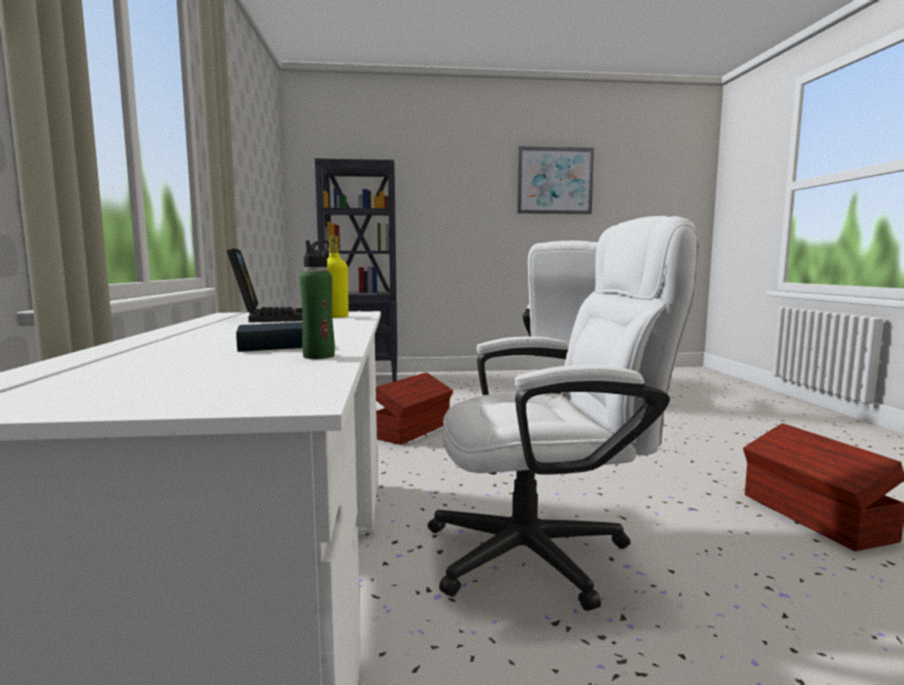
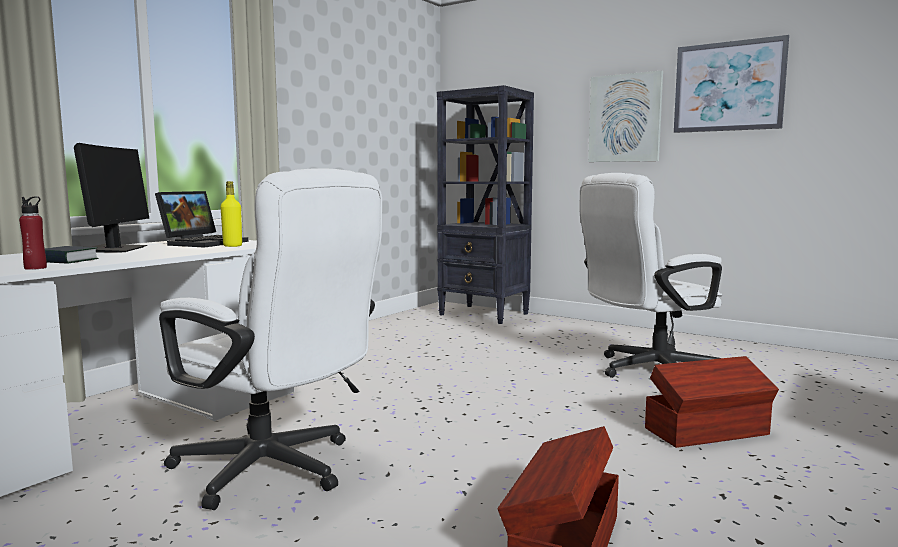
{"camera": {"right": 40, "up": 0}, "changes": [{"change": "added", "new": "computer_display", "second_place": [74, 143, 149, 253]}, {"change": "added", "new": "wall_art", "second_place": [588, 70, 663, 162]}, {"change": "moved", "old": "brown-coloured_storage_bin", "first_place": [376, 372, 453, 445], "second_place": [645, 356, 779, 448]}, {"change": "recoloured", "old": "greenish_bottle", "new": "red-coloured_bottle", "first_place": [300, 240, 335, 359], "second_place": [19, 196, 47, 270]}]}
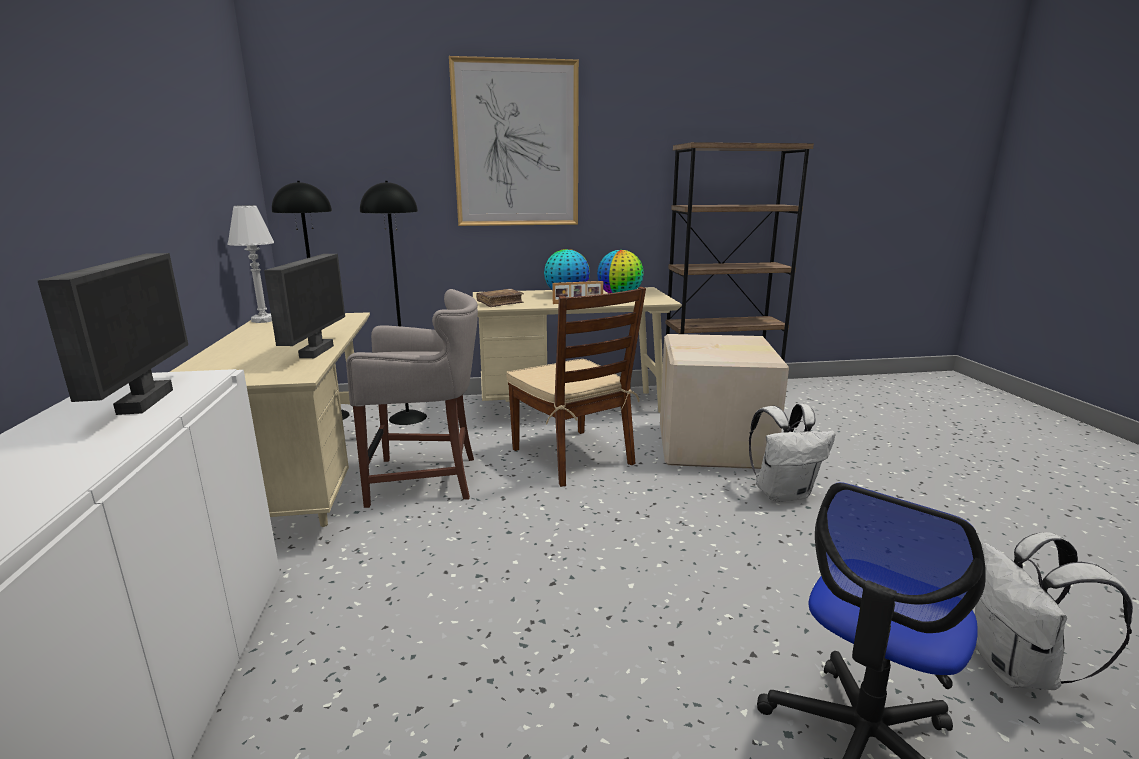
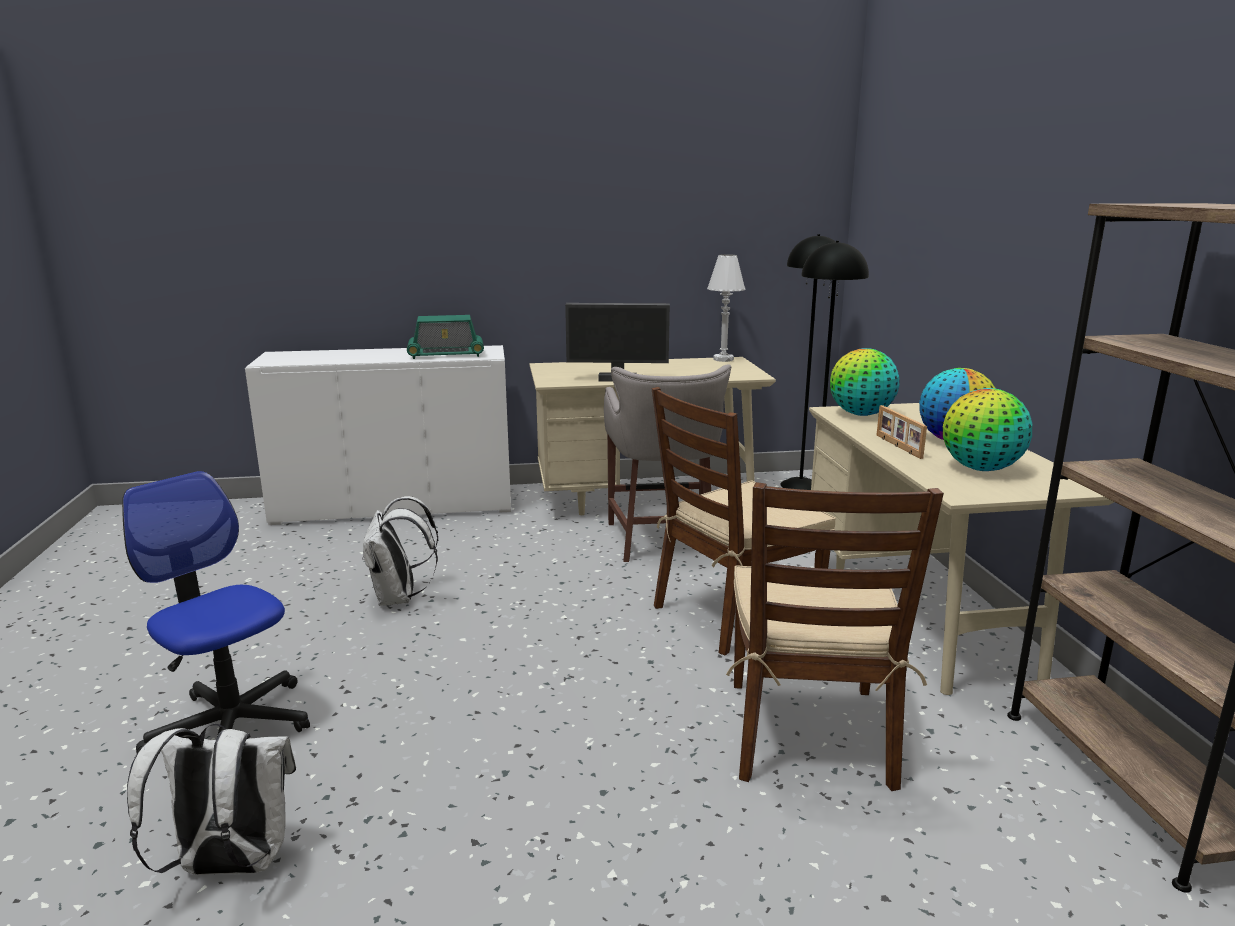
{"camera": {"right": 90, "up": 0}, "changes": [{"change": "removed", "old": "wall_art", "first_place": [449, 56, 579, 226]}, {"change": "moved", "old": "white_rucksack", "first_place": [749, 404, 836, 502], "second_place": [362, 496, 438, 606]}, {"change": "replaced", "old": "computer_display", "new": "radio_set", "first_place": [37, 253, 188, 415], "second_place": [407, 315, 484, 359]}, {"change": "replaced", "old": "brown-coloured_volume", "new": "globe", "first_place": [476, 289, 524, 307], "second_place": [830, 348, 900, 416]}, {"change": "replaced", "old": "cardboard_box", "new": "brown-coloured_upright_chair", "first_place": [660, 334, 789, 469], "second_place": [726, 482, 944, 791]}]}
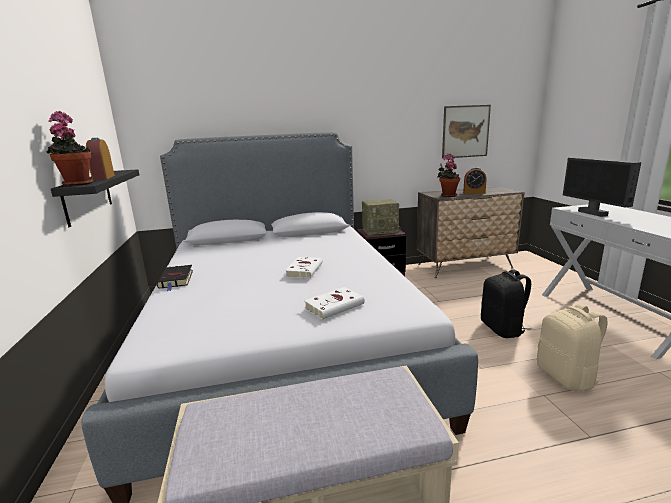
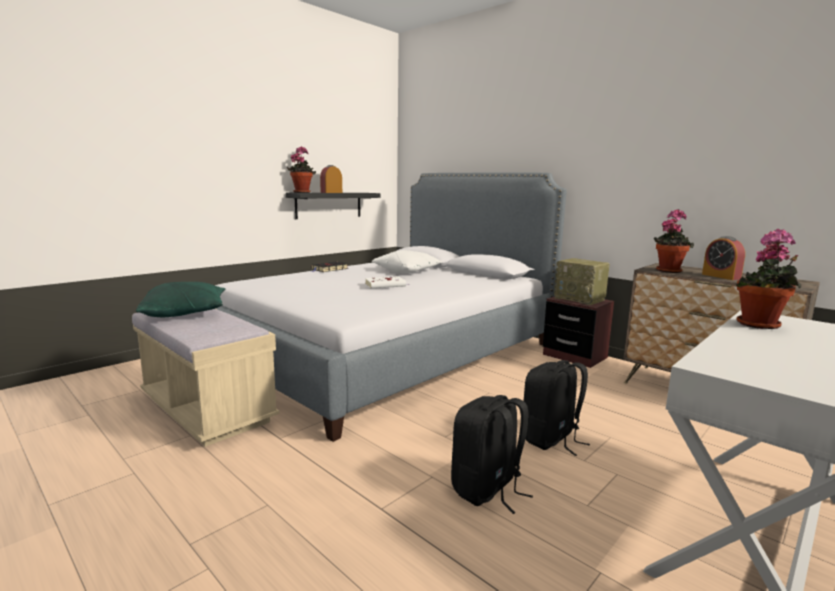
{"camera": {"right": 55, "up": -5}, "changes": [{"change": "removed", "old": "white_volume", "first_place": [304, 287, 365, 320]}, {"change": "removed", "old": "wall_art", "first_place": [442, 105, 491, 159]}, {"change": "added", "new": "greenish_cushion", "second_place": [136, 282, 225, 317]}, {"change": "added", "new": "white_cushion", "second_place": [372, 250, 443, 273]}, {"change": "replaced", "old": "computer_display", "new": "houseplant", "first_place": [563, 157, 641, 217], "second_place": [736, 229, 802, 329]}, {"change": "recoloured", "old": "sand-coloured_rucksack", "new": "black_rucksack", "first_place": [537, 303, 608, 392], "second_place": [451, 395, 533, 514]}]}
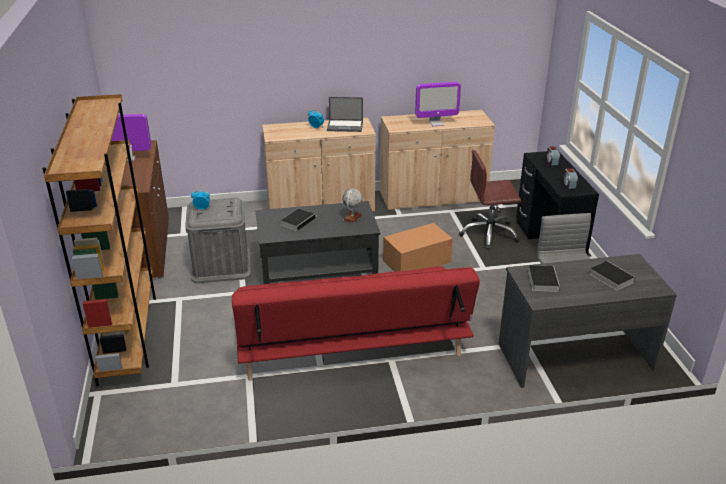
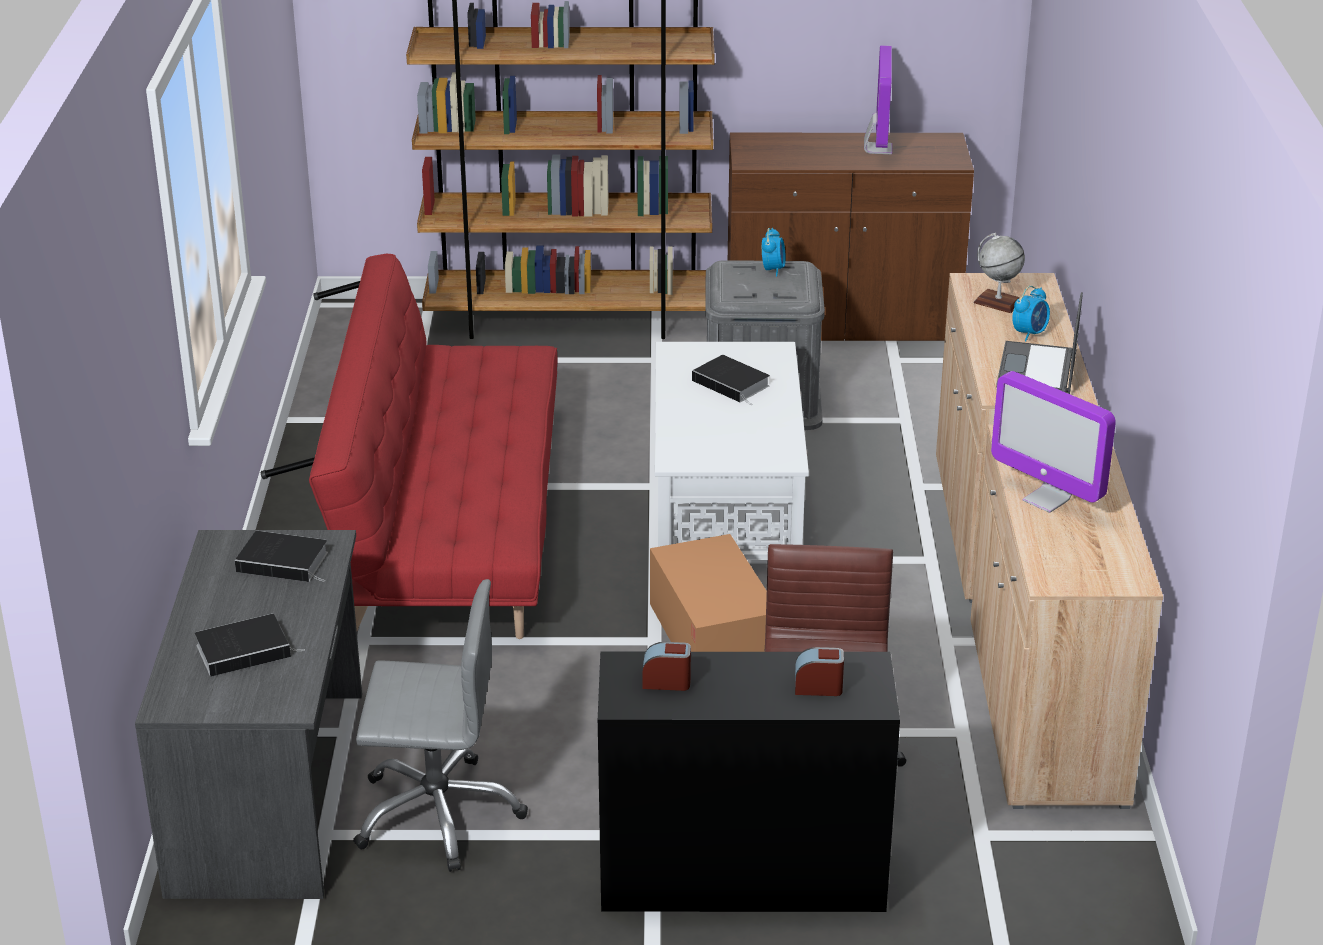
{"camera": {"right": 100, "up": 0}, "changes": [{"change": "moved", "old": "globe", "first_place": [342, 189, 362, 223], "second_place": [973, 233, 1025, 313]}, {"change": "recoloured", "old": "black_low_table", "new": "white_low_table", "first_place": [255, 201, 380, 284], "second_place": [655, 342, 809, 560]}, {"change": "turned", "old": "computer_display", "first_place": [415, 82, 461, 126], "second_place": [991, 371, 1116, 513], "degrees": -45}]}
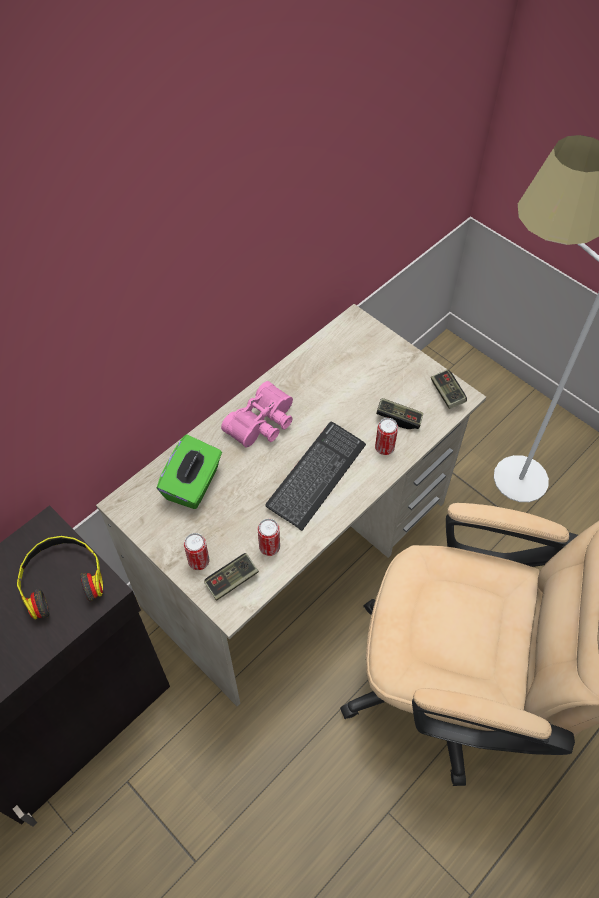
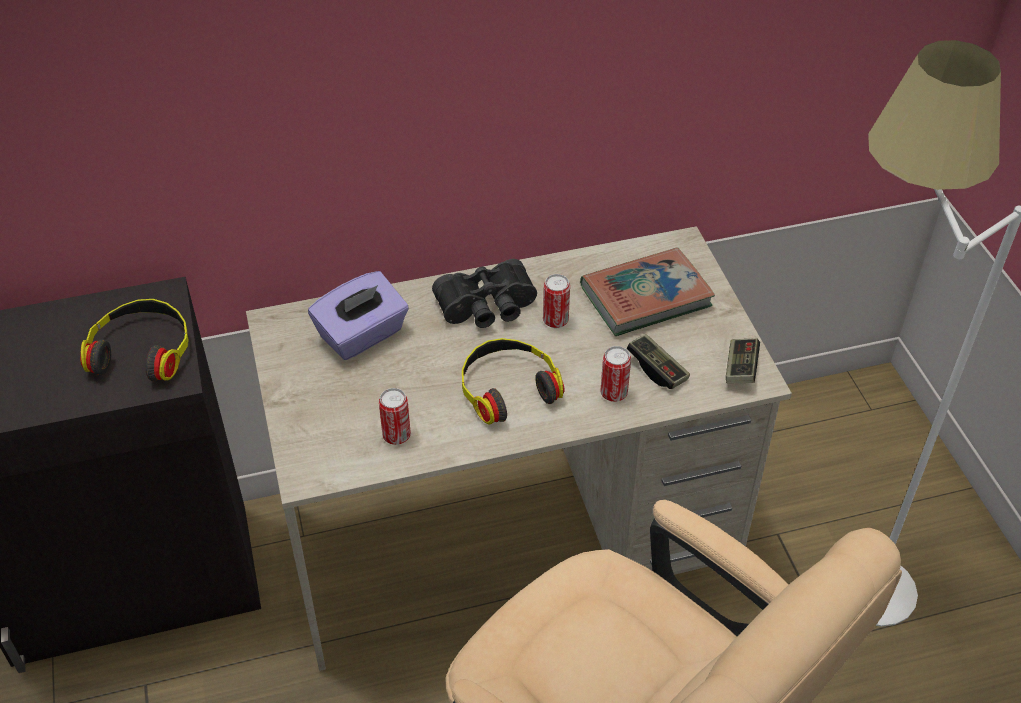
{"camera": {"right": 30, "up": -10}, "changes": [{"change": "removed", "old": "game_controller", "first_place": [204, 553, 259, 601]}, {"change": "added", "new": "volume", "second_place": [580, 247, 715, 336]}, {"change": "moved", "old": "can", "first_place": [184, 533, 209, 570], "second_place": [543, 274, 570, 328]}, {"change": "replaced", "old": "PC_keyboard", "new": "headphones", "first_place": [265, 422, 366, 531], "second_place": [462, 338, 565, 424]}, {"change": "recoloured", "old": "greenish_box_of_tissues", "new": "purple_box_of_tissues", "first_place": [157, 435, 222, 509], "second_place": [308, 271, 409, 360]}, {"change": "recoloured", "old": "pink_pair_of_binoculars", "new": "black_pair_of_binoculars", "first_place": [221, 381, 293, 448], "second_place": [432, 259, 537, 328]}]}
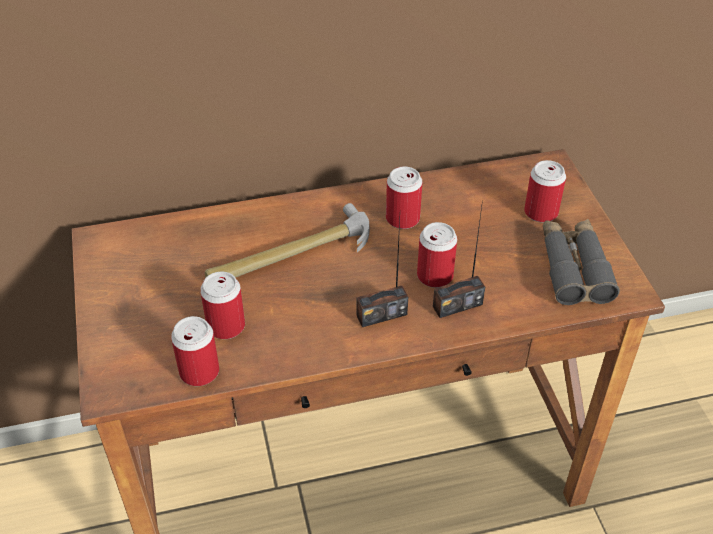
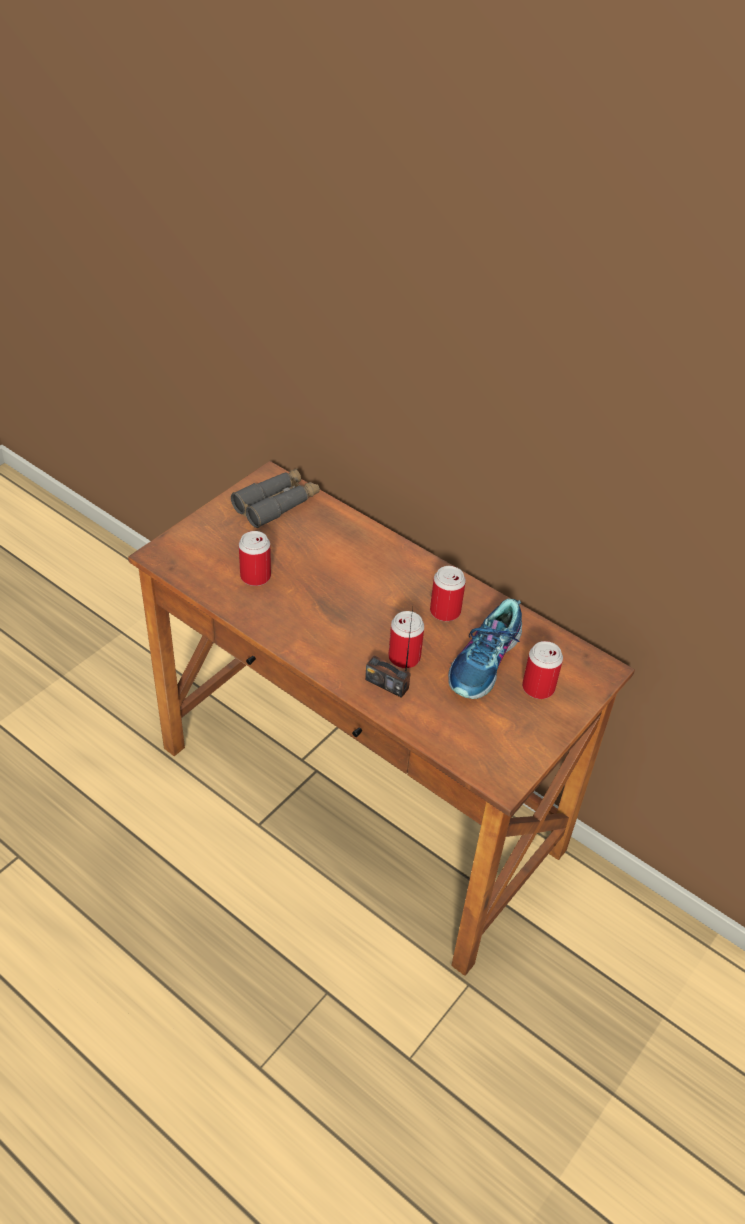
{"camera": {"right": 50, "up": 0}, "changes": [{"change": "removed", "old": "can", "first_place": [171, 316, 219, 386]}, {"change": "removed", "old": "hammer", "first_place": [205, 203, 369, 278]}, {"change": "removed", "old": "radio_set", "first_place": [357, 219, 408, 327]}, {"change": "added", "new": "low_shoe", "second_place": [448, 599, 522, 699]}, {"change": "moved", "old": "gray_pair_of_binoculars", "first_place": [543, 219, 620, 305], "second_place": [231, 468, 320, 528]}]}
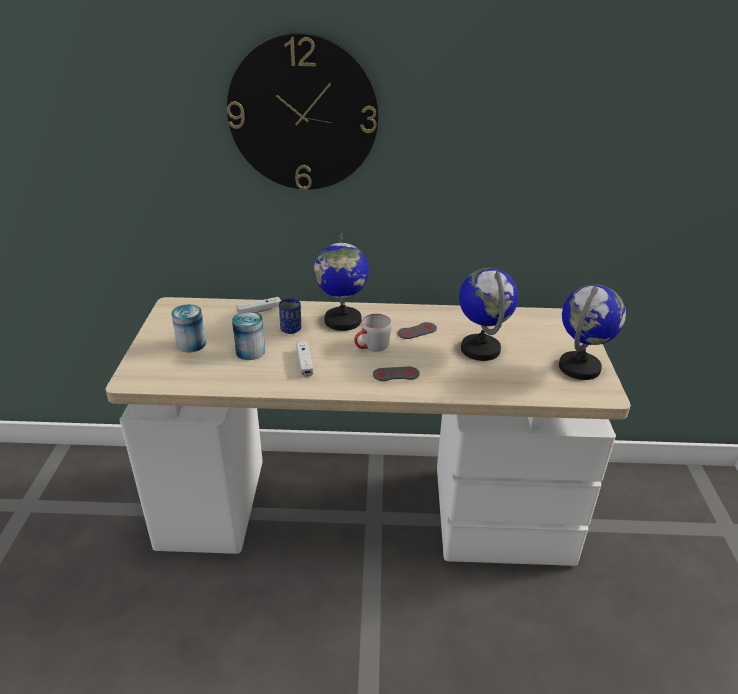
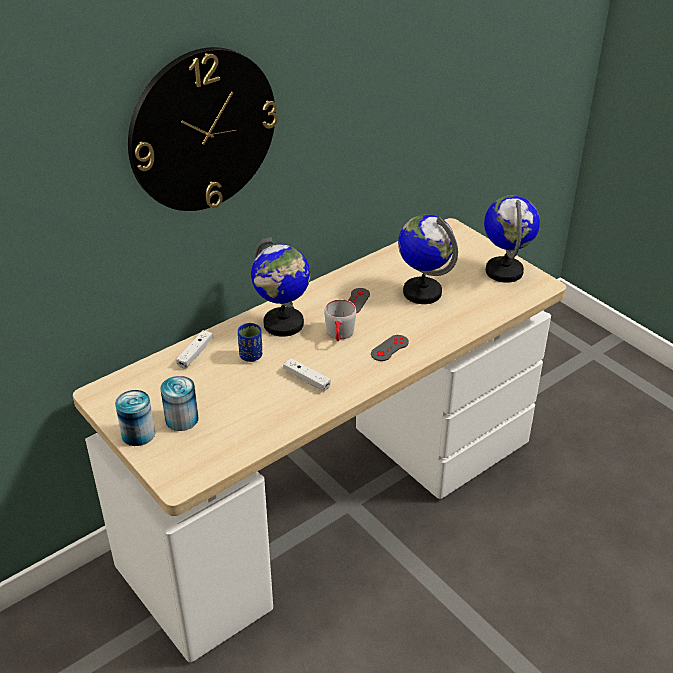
{"camera": {"right": -40, "up": 5}, "changes": [{"change": "moved", "old": "can", "first_place": [232, 311, 265, 360], "second_place": [115, 390, 155, 446]}]}
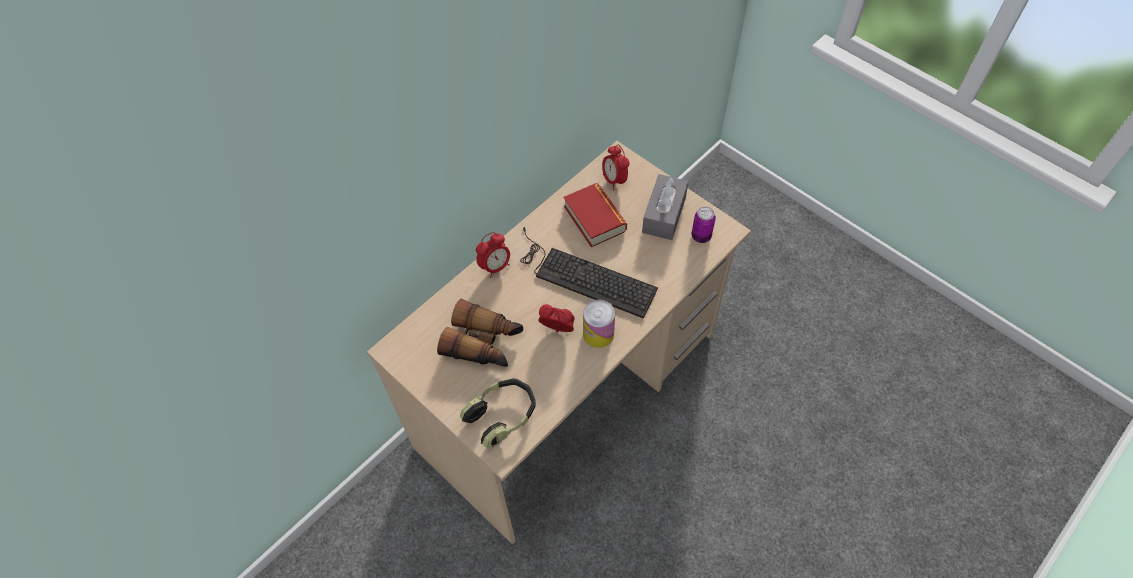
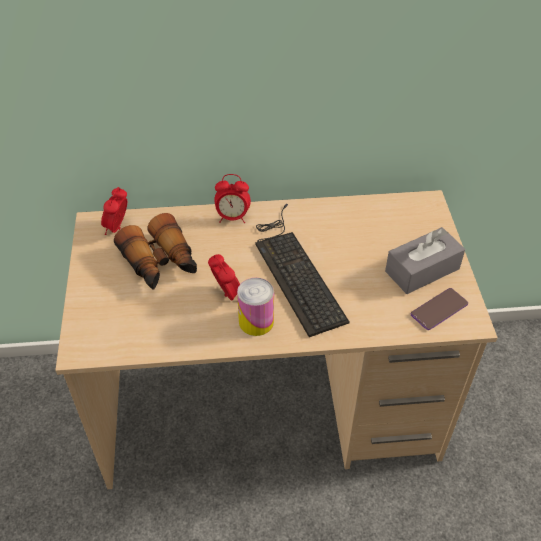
{"camera": {"right": 40, "up": -10}, "changes": [{"change": "removed", "old": "headphones", "first_place": [460, 378, 536, 448]}, {"change": "removed", "old": "volume", "first_place": [564, 183, 627, 247]}, {"change": "moved", "old": "table_clock", "first_place": [602, 145, 629, 190], "second_place": [101, 187, 127, 235]}, {"change": "replaced", "old": "can", "new": "telephone", "first_place": [691, 207, 716, 243], "second_place": [410, 288, 468, 330]}]}
